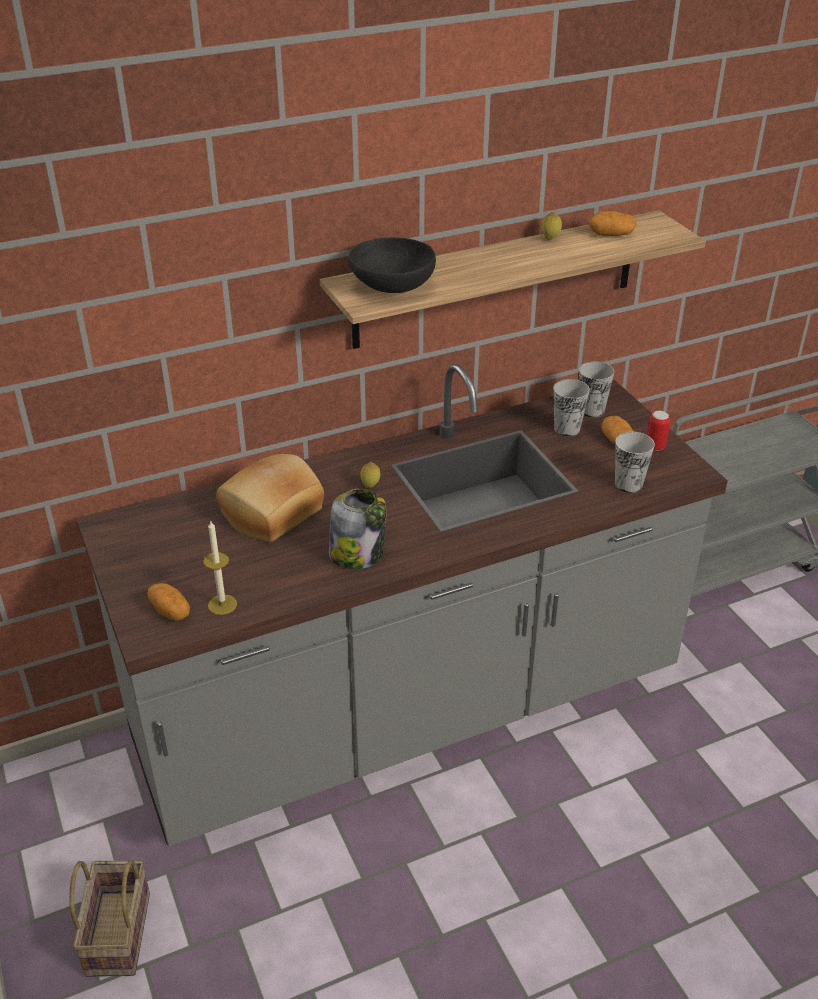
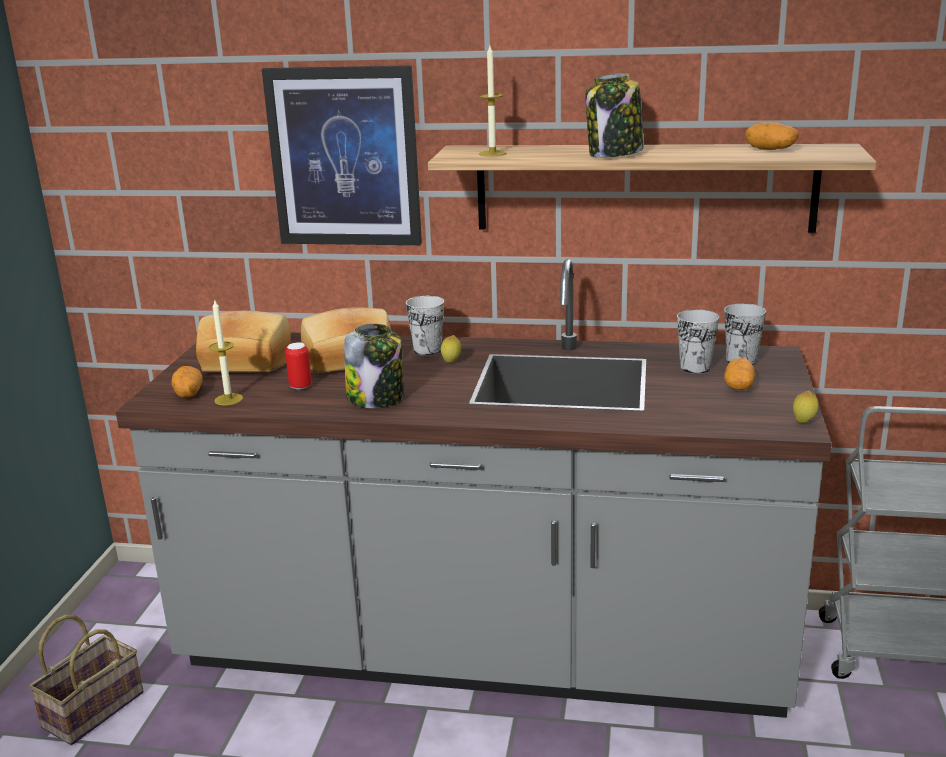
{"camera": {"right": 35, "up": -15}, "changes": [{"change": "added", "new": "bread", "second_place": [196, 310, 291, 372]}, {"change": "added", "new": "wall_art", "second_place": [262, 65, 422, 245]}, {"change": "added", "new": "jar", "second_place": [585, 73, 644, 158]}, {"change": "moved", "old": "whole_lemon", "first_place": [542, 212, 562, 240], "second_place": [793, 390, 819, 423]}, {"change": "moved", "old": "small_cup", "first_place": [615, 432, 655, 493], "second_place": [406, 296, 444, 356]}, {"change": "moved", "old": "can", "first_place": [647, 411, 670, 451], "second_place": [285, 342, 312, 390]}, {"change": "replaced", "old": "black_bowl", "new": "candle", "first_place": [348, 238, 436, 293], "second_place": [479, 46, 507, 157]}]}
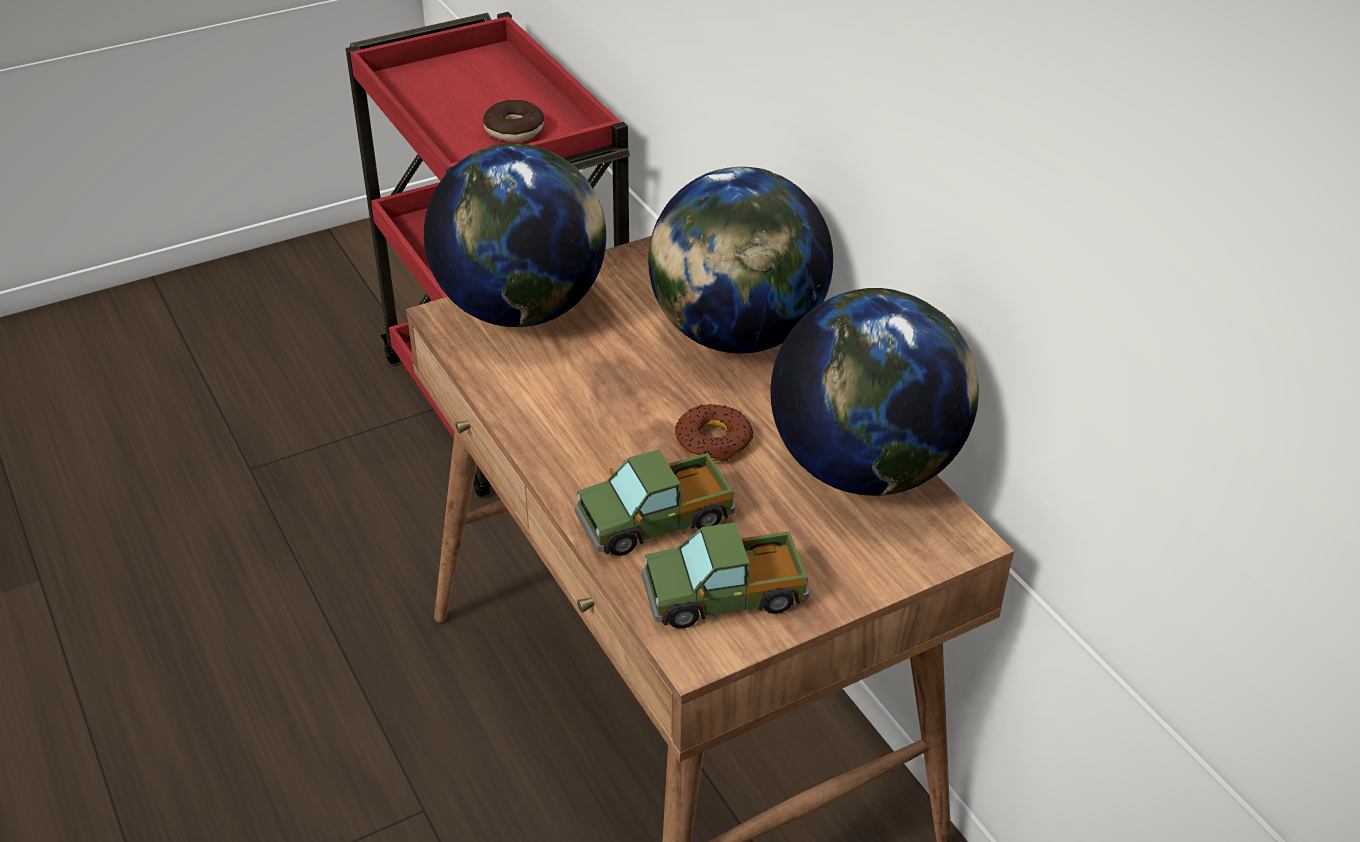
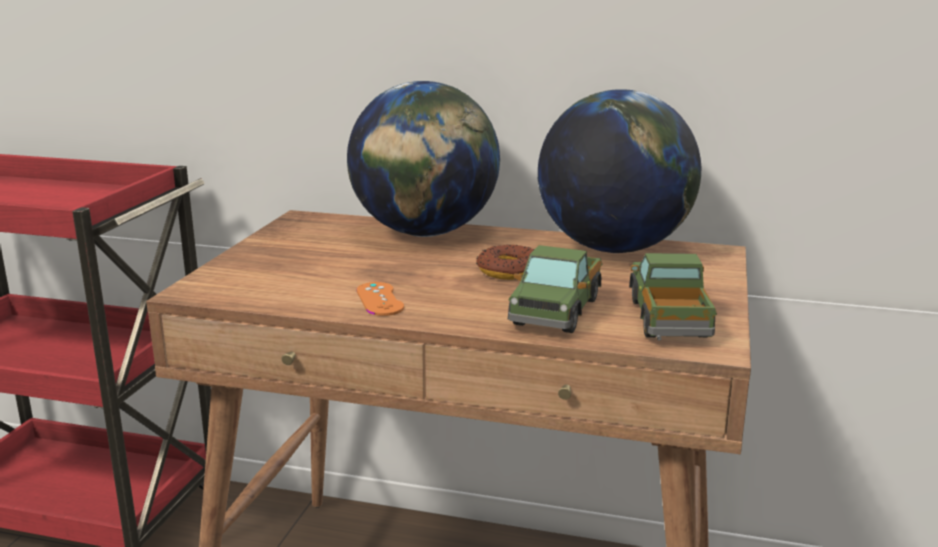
{"camera": {"right": -45, "up": -20}, "changes": [{"change": "removed", "old": "globe", "first_place": [424, 143, 606, 327]}, {"change": "removed", "old": "donut", "first_place": [483, 100, 544, 142]}, {"change": "added", "new": "orange_game_controller", "second_place": [357, 282, 404, 316]}, {"change": "turned", "old": "toy_lorry", "first_place": [642, 522, 810, 629], "second_place": [629, 253, 717, 340], "degrees": 150}]}
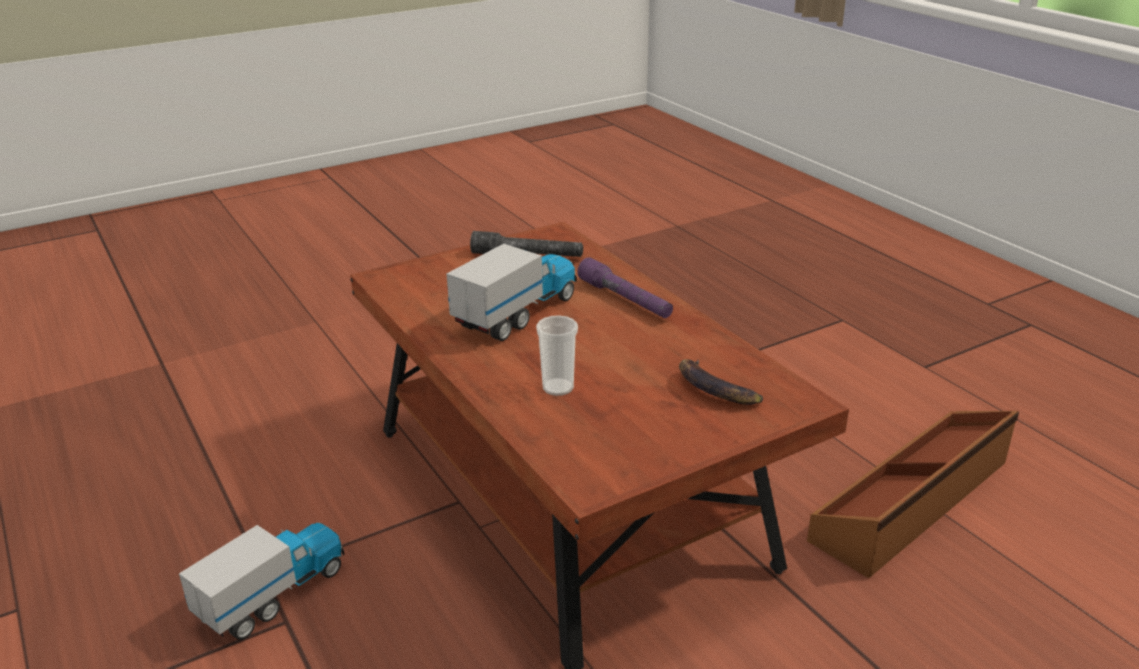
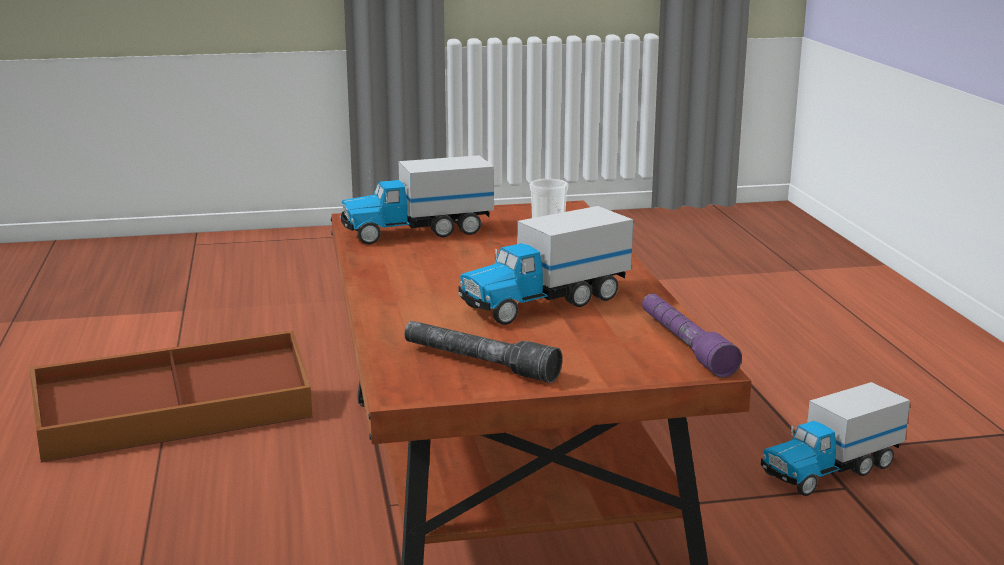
{"camera": {"right": -160, "up": -10}, "changes": [{"change": "moved", "old": "purple_hand_torch", "first_place": [577, 257, 673, 318], "second_place": [642, 294, 742, 378]}, {"change": "replaced", "old": "banana", "new": "toy_lorry", "first_place": [679, 359, 763, 405], "second_place": [340, 155, 494, 244]}]}
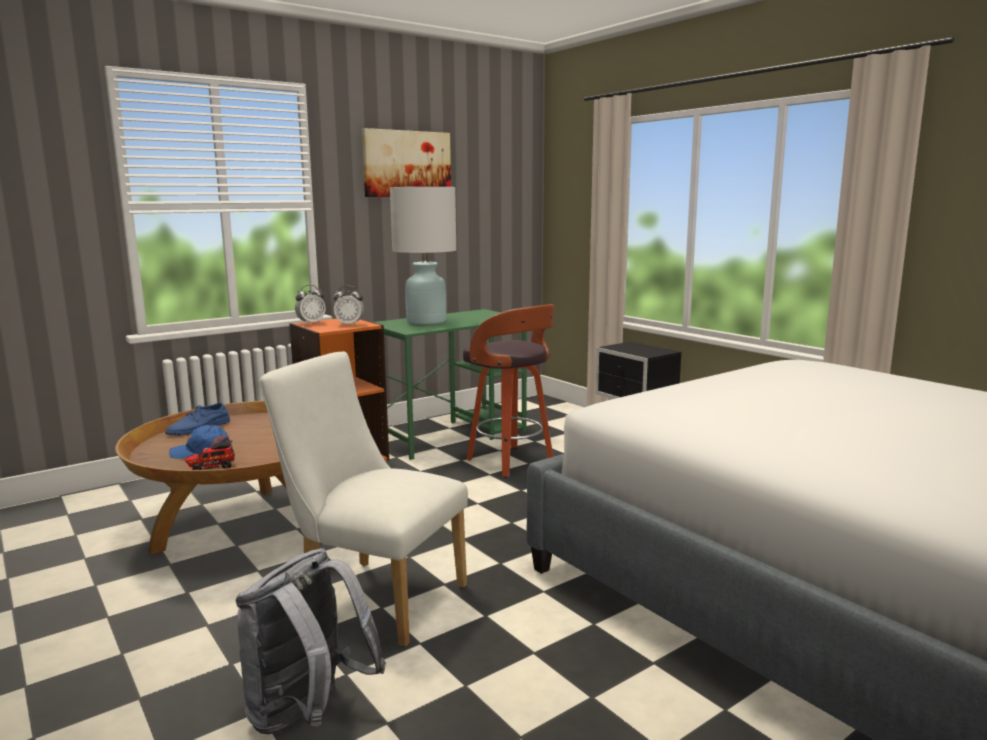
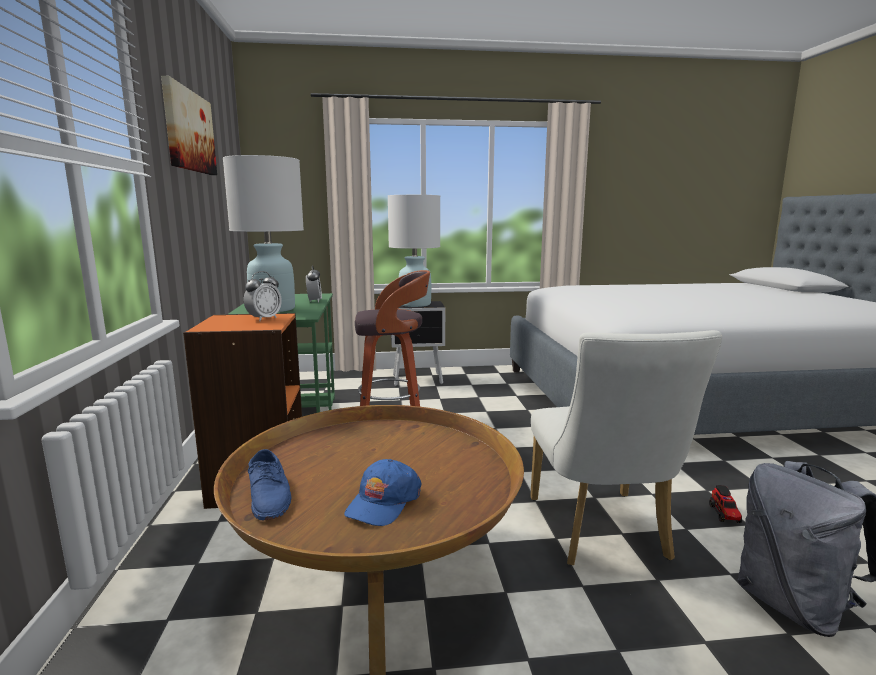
{"camera": {"right": -60, "up": 0}, "changes": [{"change": "added", "new": "white_table_lamp", "second_place": [388, 195, 440, 307]}, {"change": "moved", "old": "toy_lorry", "first_place": [185, 442, 235, 470], "second_place": [709, 485, 742, 523]}, {"change": "moved", "old": "table_clock", "first_place": [295, 285, 326, 325], "second_place": [306, 265, 322, 303]}, {"change": "turned", "old": "white_upright_chair", "first_place": [259, 351, 468, 647], "second_place": [530, 330, 722, 565], "degrees": -60}]}
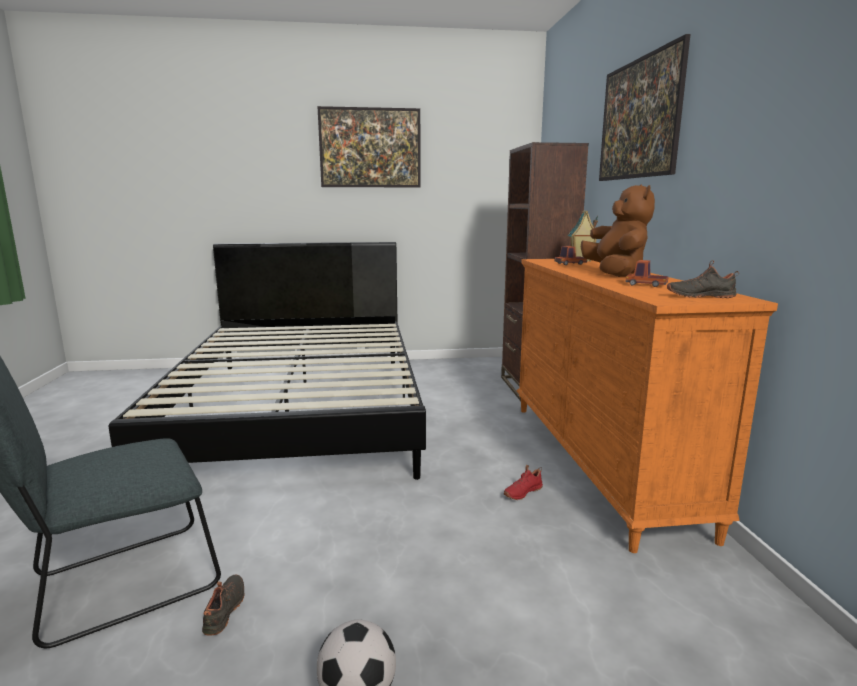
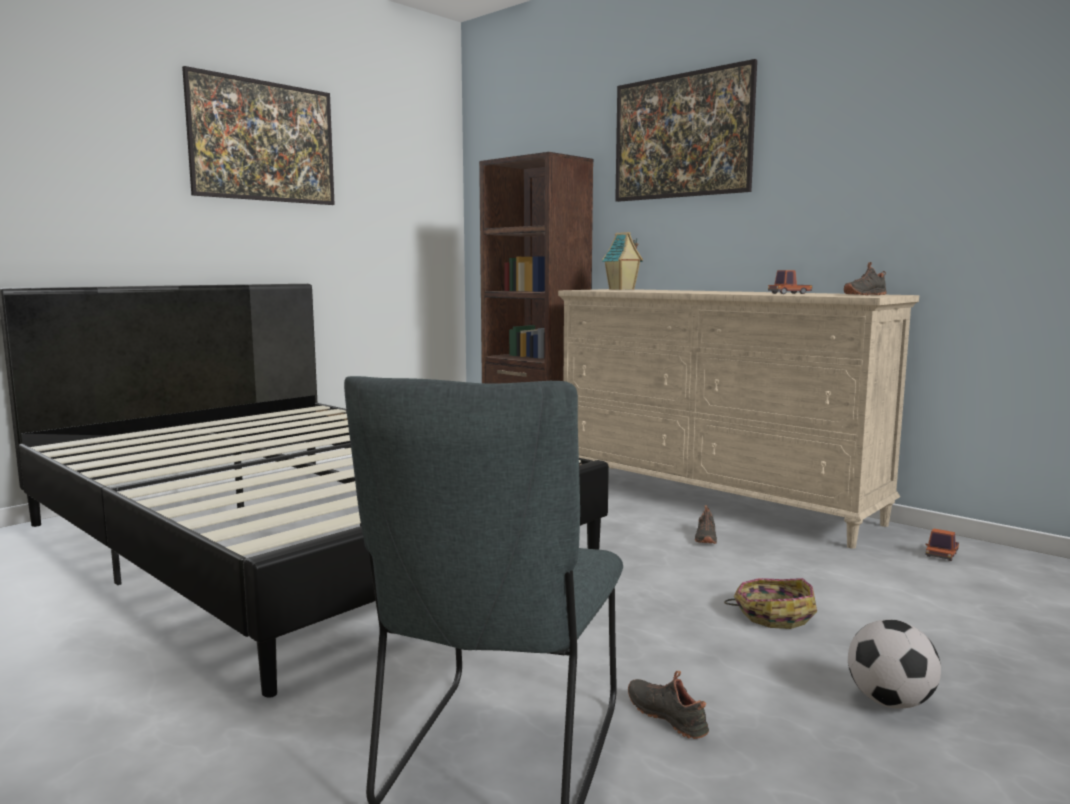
{"camera": {"right": -40, "up": -5}, "changes": [{"change": "removed", "old": "brown-coloured_soft_toy", "first_place": [581, 184, 655, 277]}, {"change": "added", "new": "storage_basket", "second_place": [724, 578, 817, 629]}, {"change": "moved", "old": "toy_lorry", "first_place": [555, 246, 587, 265], "second_place": [925, 528, 959, 561]}, {"change": "recoloured", "old": "red-coloured_low_shoe", "new": "black_low_shoe", "first_place": [504, 465, 543, 500], "second_place": [695, 505, 717, 544]}, {"change": "recoloured", "old": "orange_chest_of_drawers", "new": "sand-coloured_chest_of_drawers", "first_place": [517, 259, 778, 553], "second_place": [558, 289, 919, 549]}]}
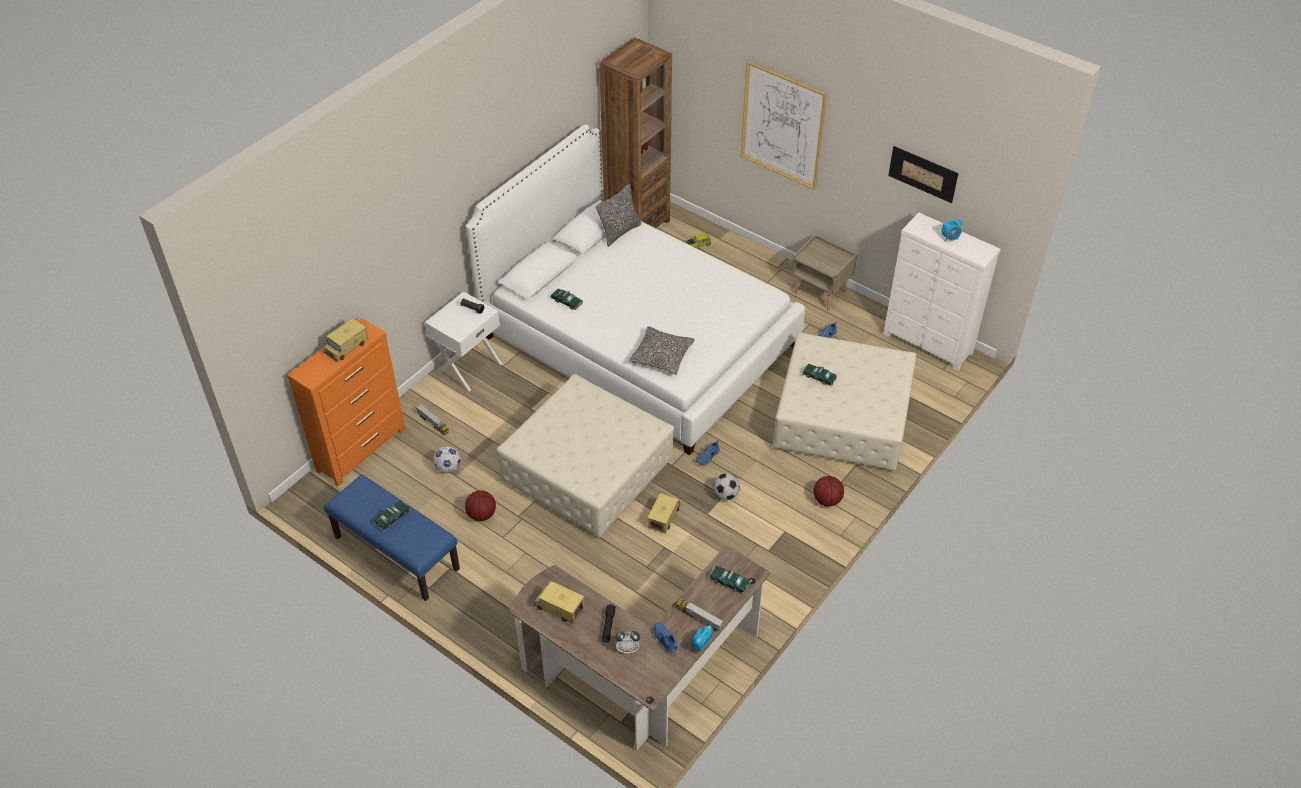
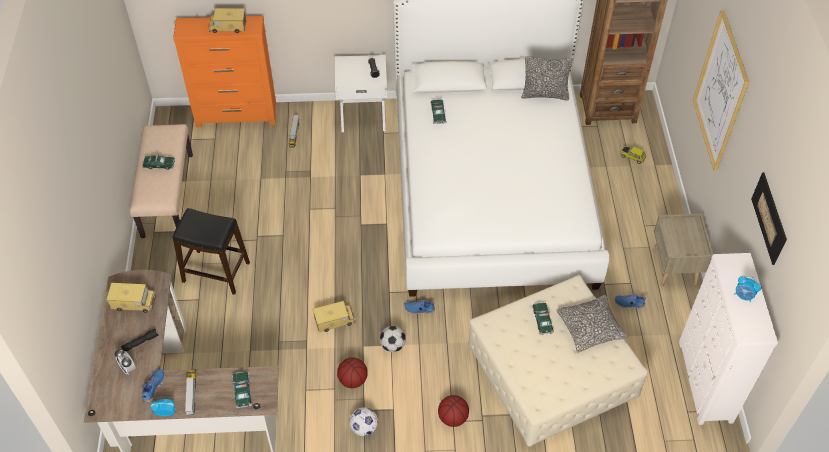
{"camera": {"right": 50, "up": 5}, "changes": [{"change": "removed", "old": "sand-coloured_footrest", "first_place": [496, 374, 674, 537]}, {"change": "added", "new": "black_stool_seat", "second_place": [172, 208, 250, 295]}, {"change": "moved", "old": "football_ball", "first_place": [433, 446, 460, 473], "second_place": [349, 407, 378, 436]}, {"change": "moved", "old": "basketball", "first_place": [465, 490, 496, 521], "second_place": [337, 358, 368, 388]}, {"change": "moved", "old": "cushion", "first_place": [629, 326, 695, 375], "second_place": [556, 295, 628, 353]}, {"change": "recoloured", "old": "blue_long_seat", "new": "sand-coloured_long_seat", "first_place": [324, 474, 460, 601], "second_place": [130, 124, 193, 238]}, {"change": "turned", "old": "toy_lorry", "first_place": [533, 581, 585, 624], "second_place": [106, 283, 156, 313], "degrees": 105}]}
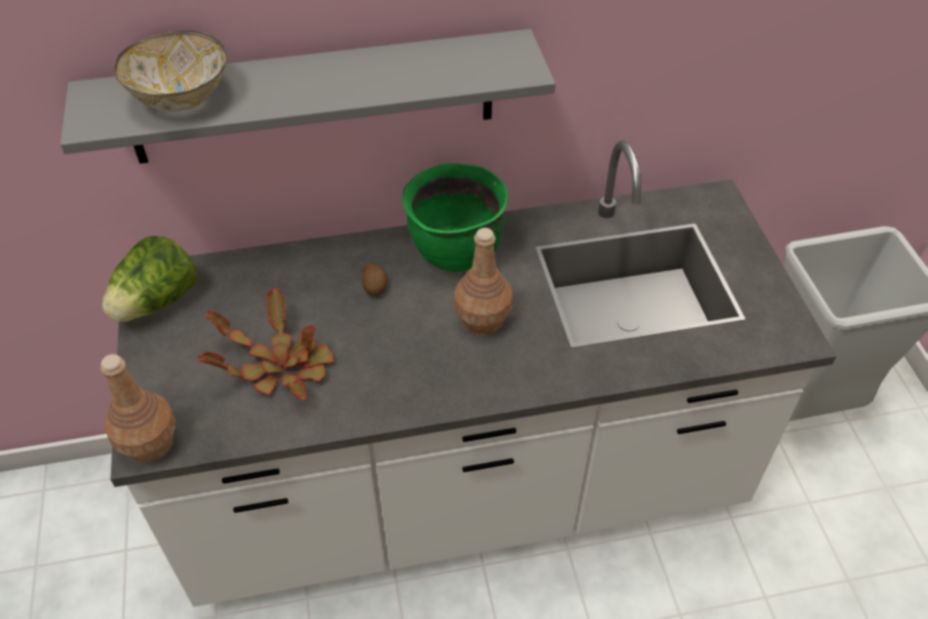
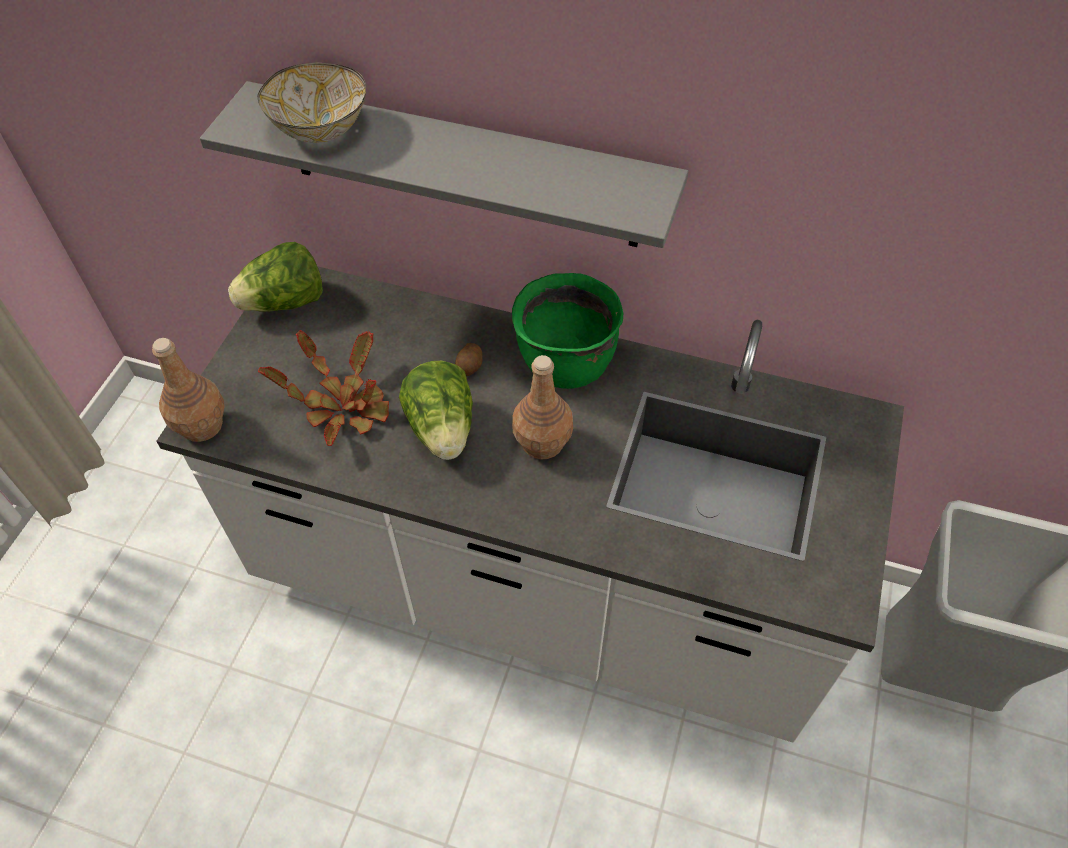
{"camera": {"right": 30, "up": 5}, "changes": [{"change": "added", "new": "lettuce", "second_place": [399, 361, 473, 460]}]}
